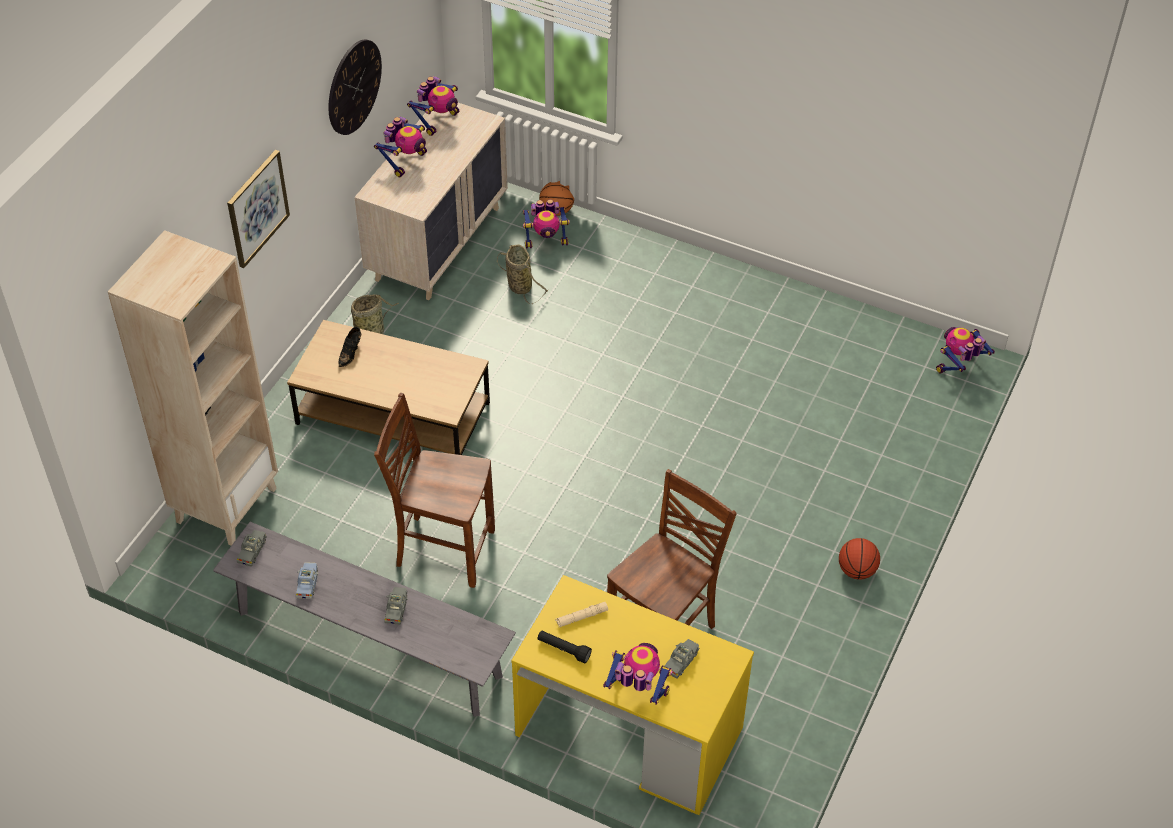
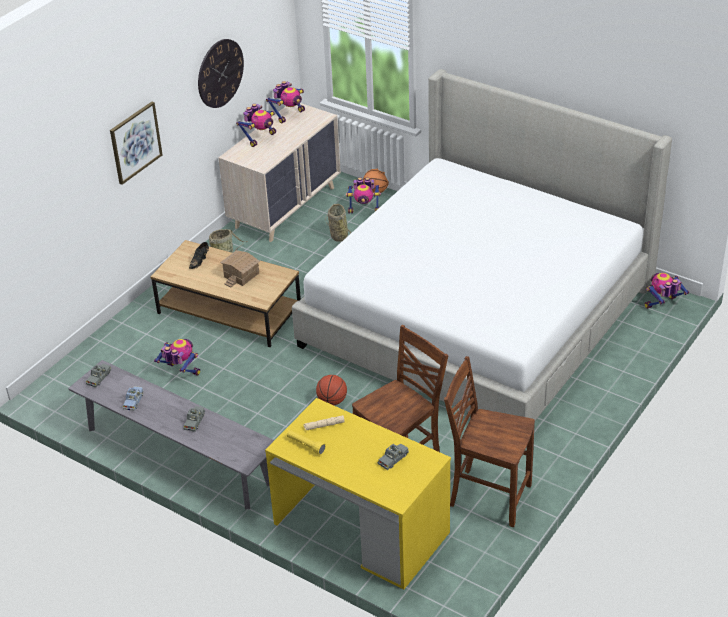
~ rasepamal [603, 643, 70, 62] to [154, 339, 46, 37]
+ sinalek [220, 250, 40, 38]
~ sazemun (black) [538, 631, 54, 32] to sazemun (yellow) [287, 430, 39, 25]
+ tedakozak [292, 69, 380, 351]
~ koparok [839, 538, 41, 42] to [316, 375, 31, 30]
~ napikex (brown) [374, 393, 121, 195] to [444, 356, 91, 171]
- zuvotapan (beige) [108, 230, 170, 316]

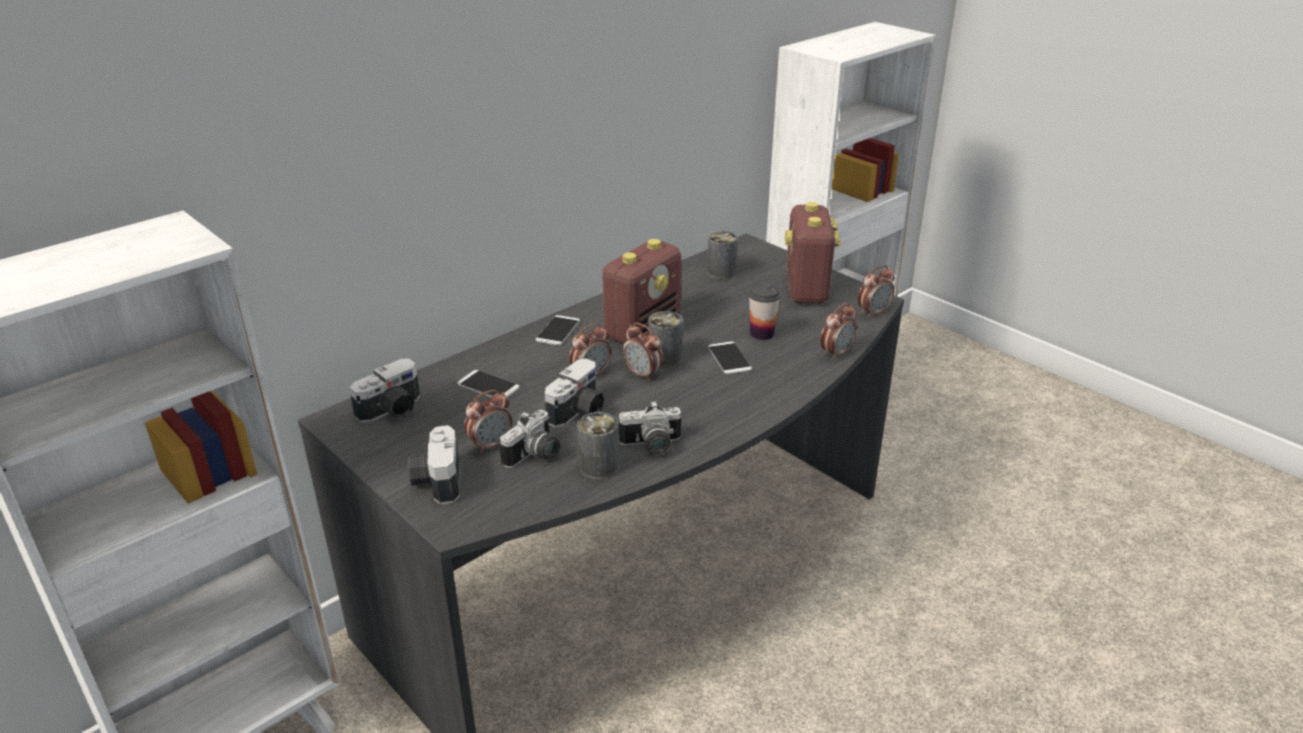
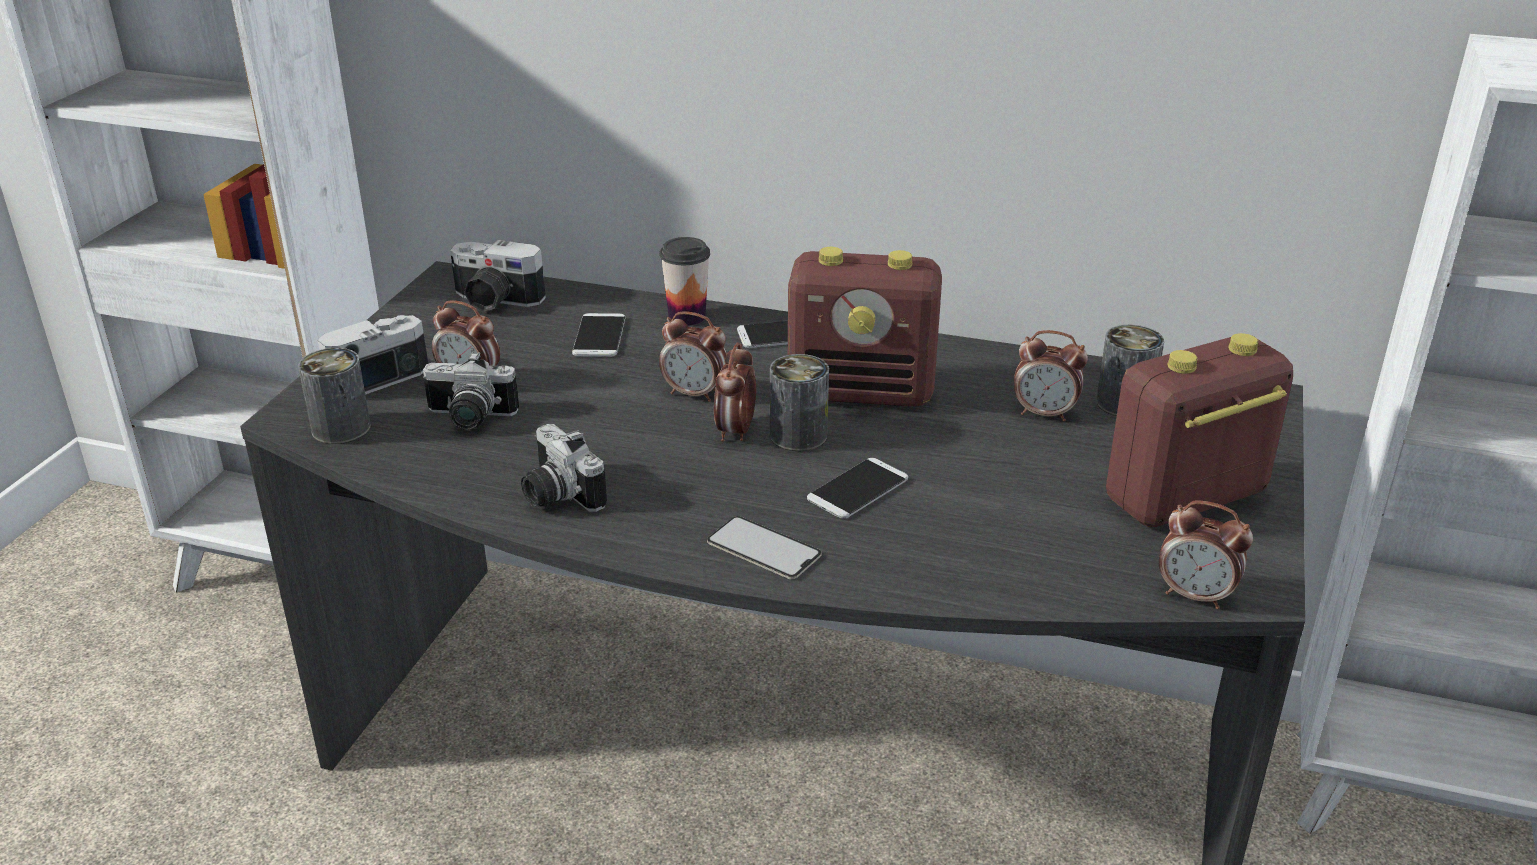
~ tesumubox [577, 412, 42, 67] to [298, 348, 73, 96]
~ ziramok [748, 283, 33, 57] to [660, 237, 50, 89]
+ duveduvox [707, 516, 114, 63]
~ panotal [820, 303, 36, 57] to [1014, 330, 74, 91]
- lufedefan [545, 358, 59, 70]

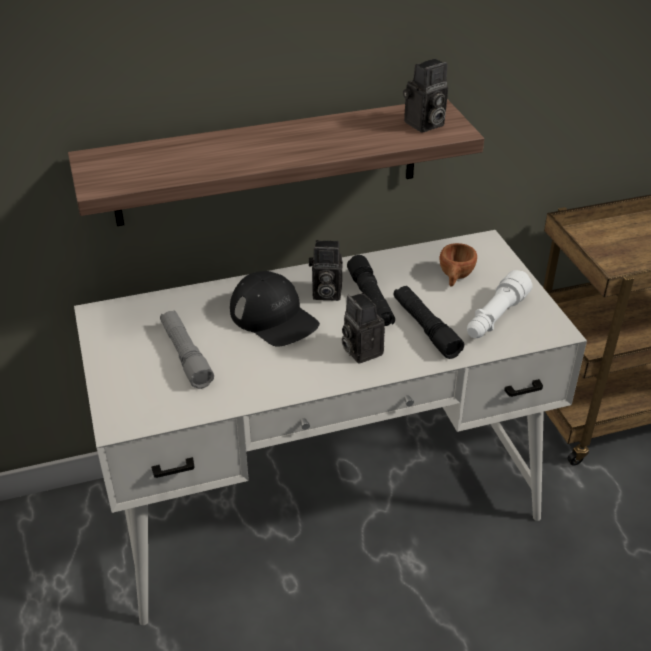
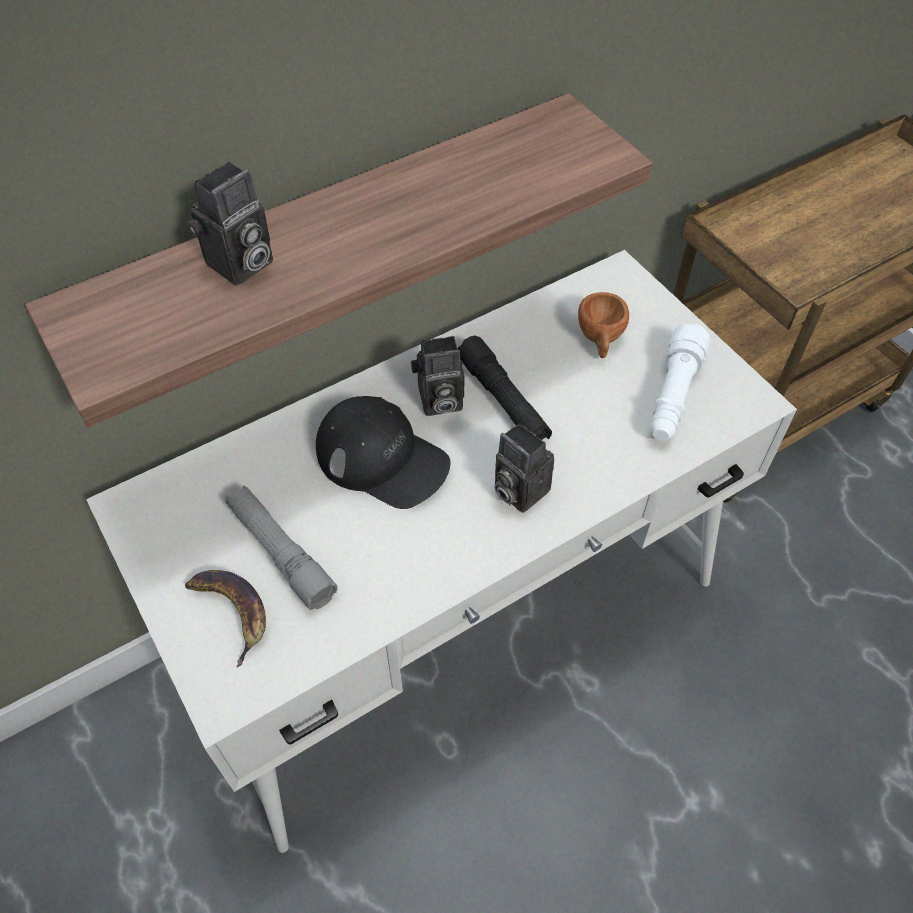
+ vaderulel [185, 570, 81, 98]
~ lufedefan [403, 59, 45, 74] to [187, 161, 86, 124]
- sazemun (black) [393, 286, 71, 73]

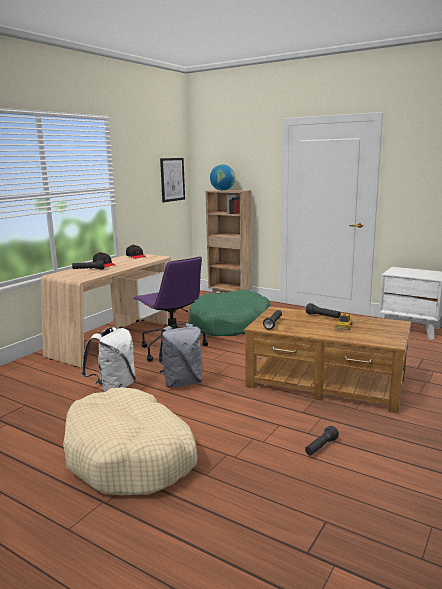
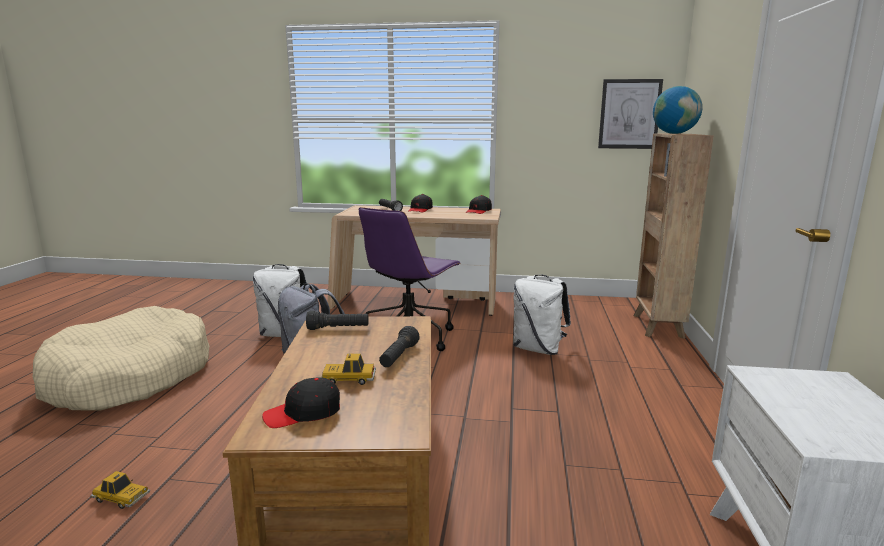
~ sazemun (black) [305, 426, 34, 29] to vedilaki [91, 471, 59, 38]
+ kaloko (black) [262, 377, 78, 51]
~ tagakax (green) [188, 290, 83, 46] to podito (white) [513, 274, 58, 81]

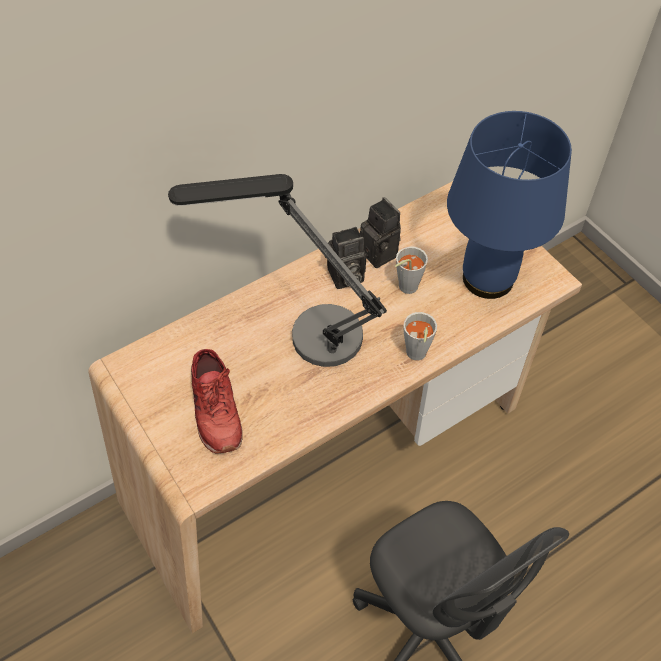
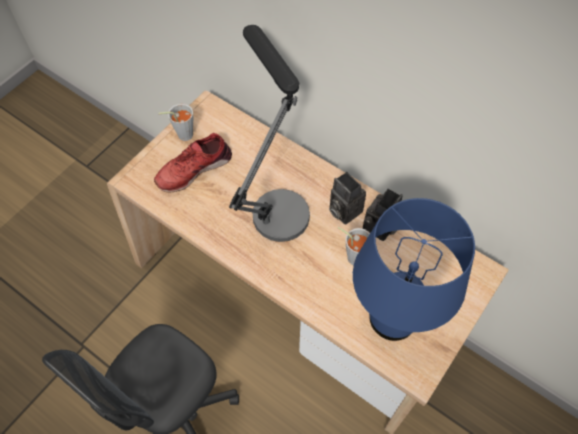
~ ziramok (grey) [403, 312, 34, 48] to [159, 104, 34, 37]

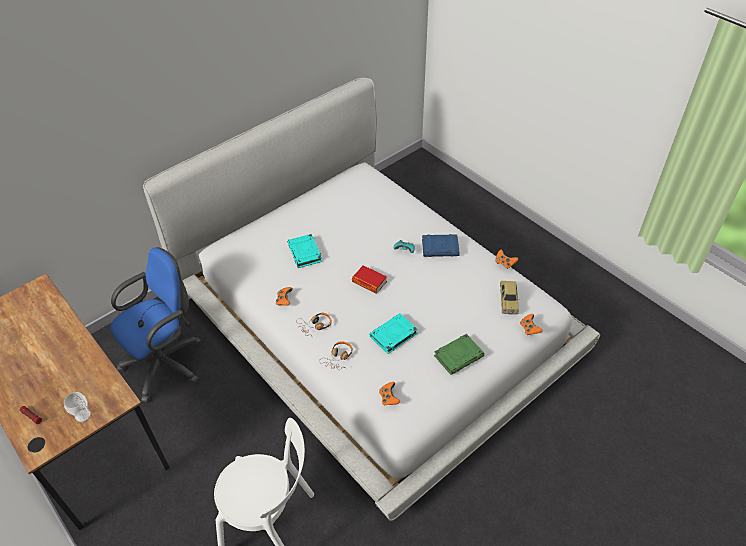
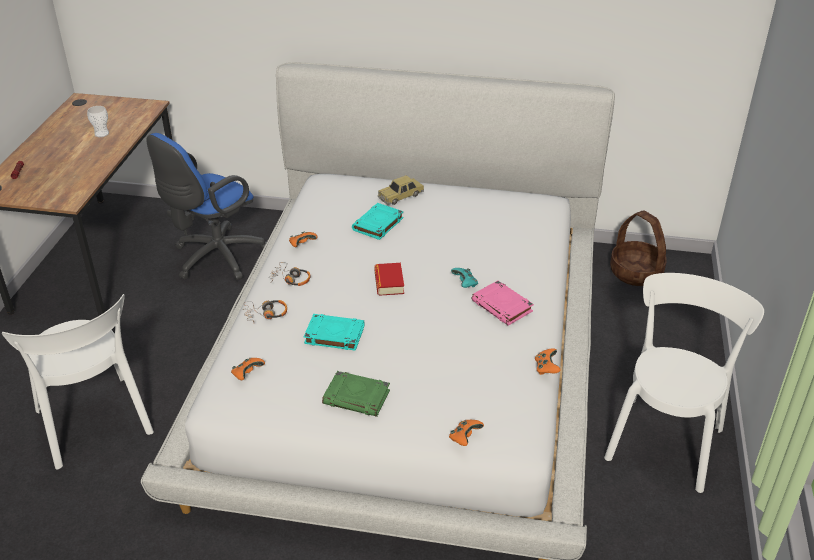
~ ziramok [64, 392, 27, 31] to [87, 106, 22, 31]
~ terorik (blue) [111, 247, 90, 156] = [146, 133, 121, 148] 120 degrees clockwise
~ vedilaki [500, 281, 20, 34] to [378, 175, 46, 30]
~ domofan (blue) [422, 234, 38, 23] to domofan (pink) [472, 281, 62, 45]
+ napikex (white) [604, 273, 160, 220]
+ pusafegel [610, 210, 57, 76]

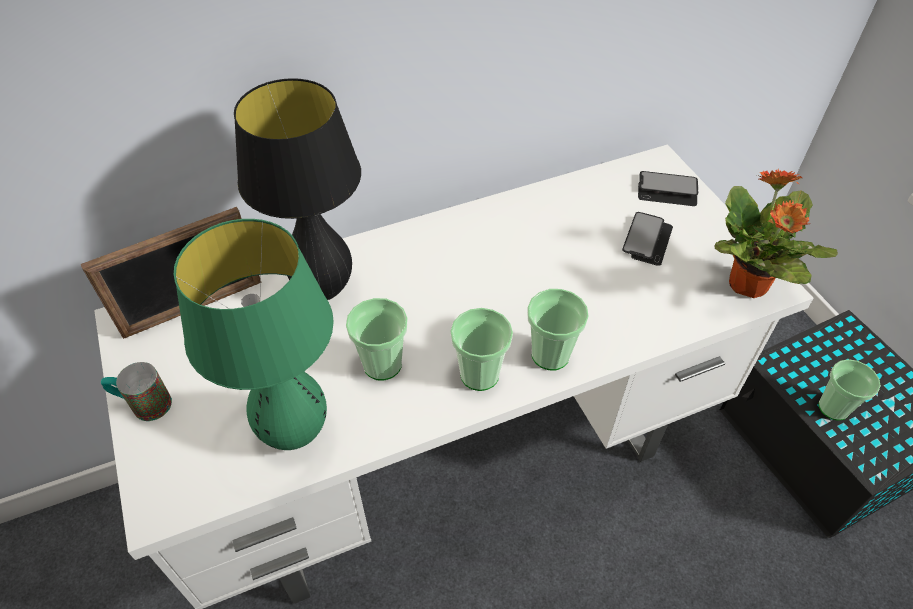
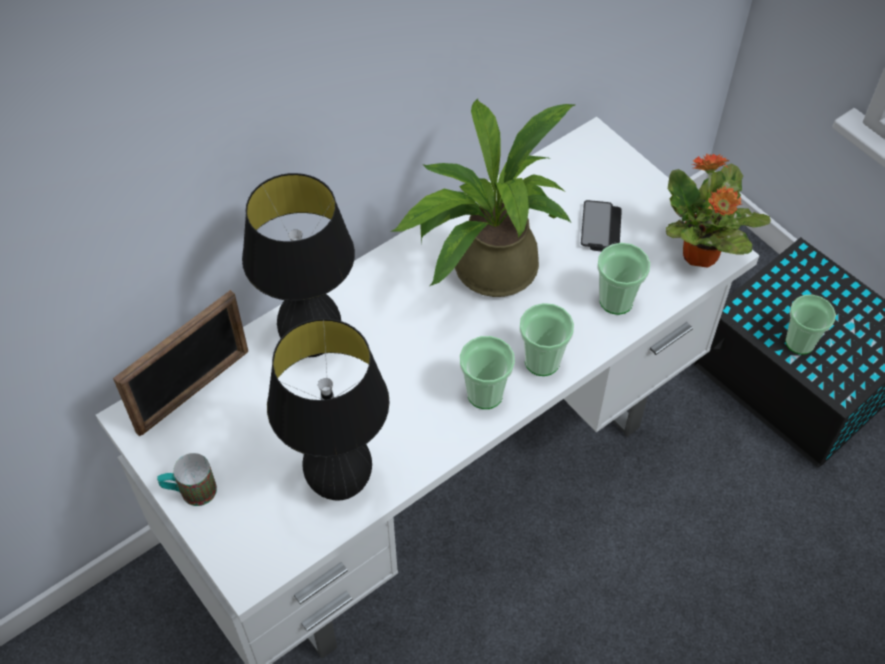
~ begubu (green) [174, 219, 160, 231] to begubu (black) [267, 318, 123, 183]
+ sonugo [392, 99, 183, 198]
~ ziramok [346, 298, 62, 82] to [597, 243, 53, 72]
- duveduvox [638, 171, 60, 35]

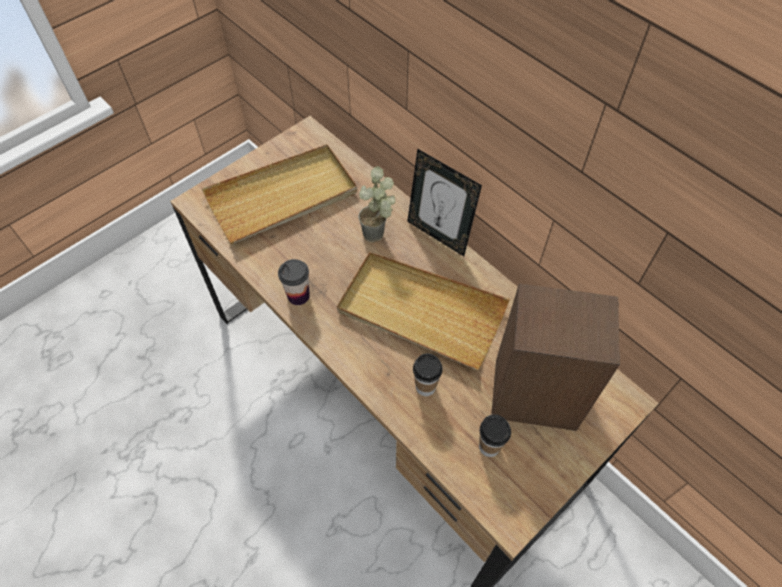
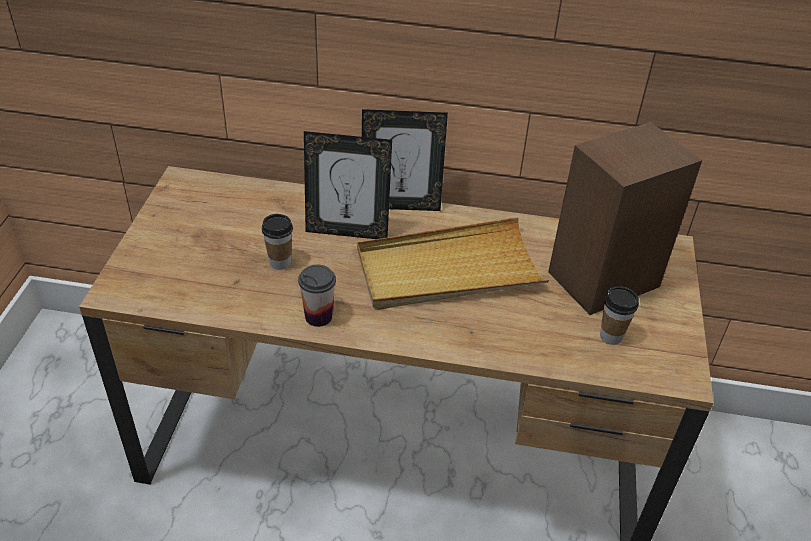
~ ziramok [413, 353, 30, 43] to [262, 214, 31, 56]
~ sonugo [358, 166, 38, 77] to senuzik [304, 131, 88, 108]
- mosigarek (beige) [202, 144, 155, 100]

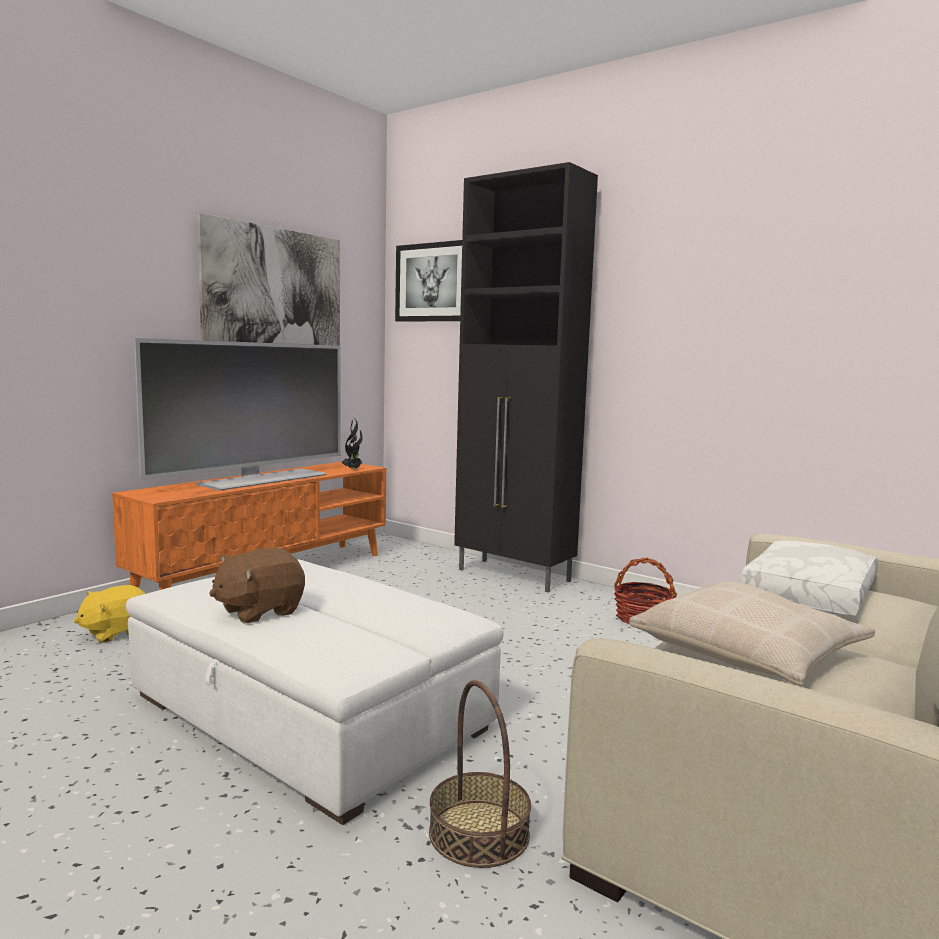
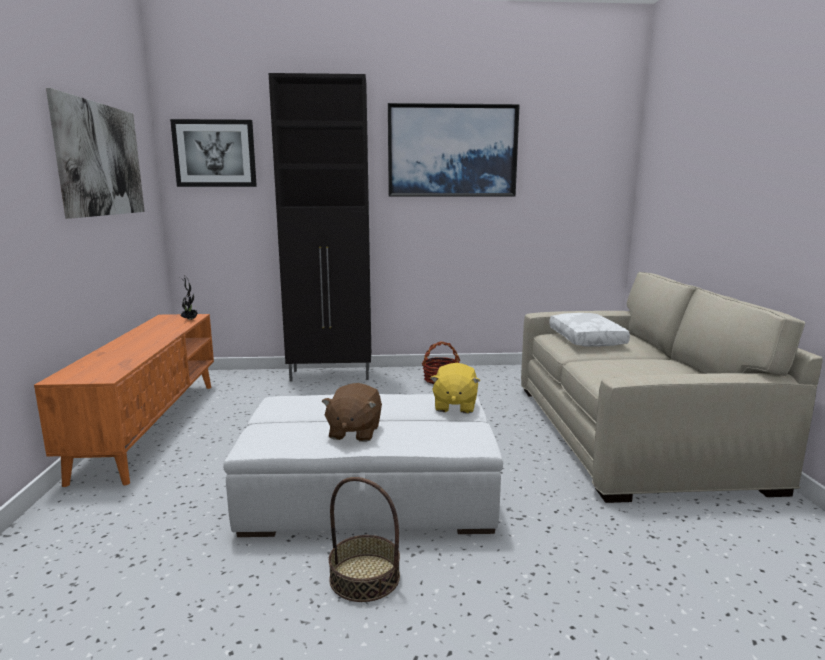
~ pusafegel [429, 680, 102, 188] to [329, 477, 71, 125]
+ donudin [388, 103, 132, 94]
~ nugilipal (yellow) [74, 585, 71, 58] to [430, 363, 50, 51]
- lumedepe [134, 338, 206, 153]
- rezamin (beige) [629, 581, 246, 105]

